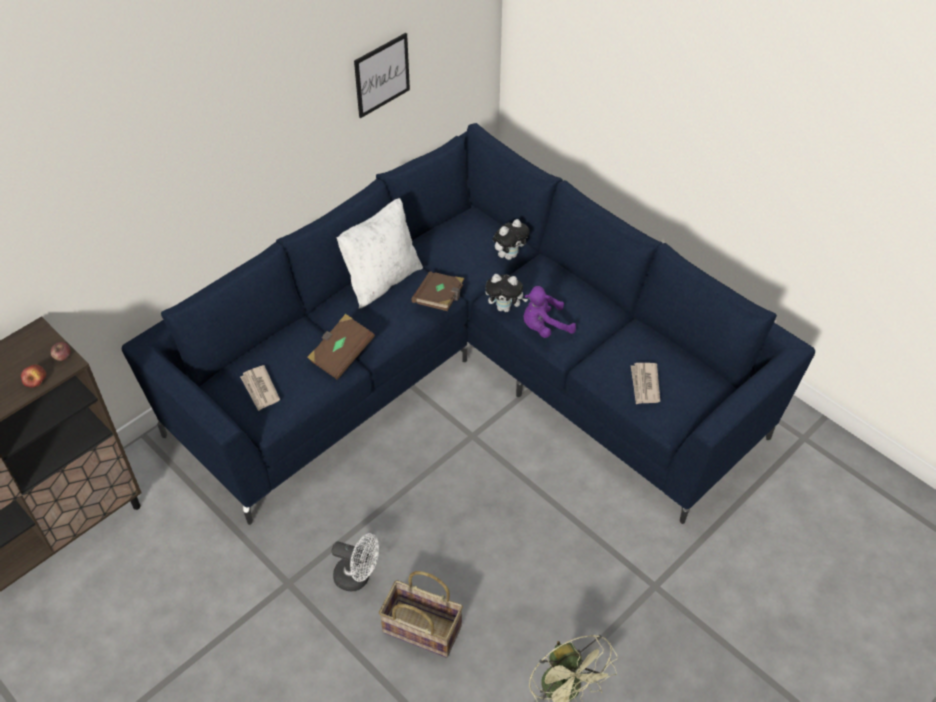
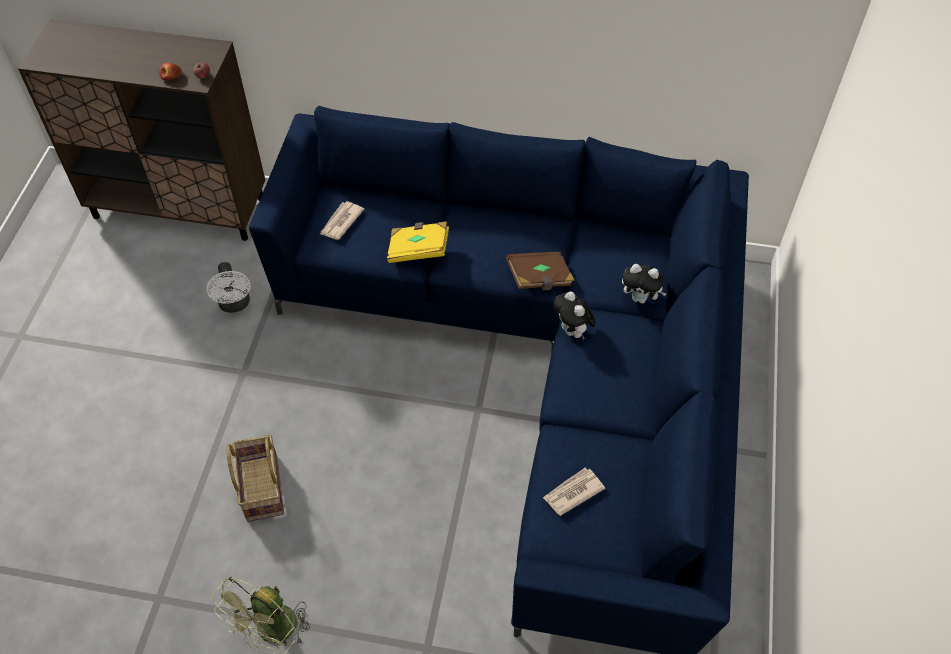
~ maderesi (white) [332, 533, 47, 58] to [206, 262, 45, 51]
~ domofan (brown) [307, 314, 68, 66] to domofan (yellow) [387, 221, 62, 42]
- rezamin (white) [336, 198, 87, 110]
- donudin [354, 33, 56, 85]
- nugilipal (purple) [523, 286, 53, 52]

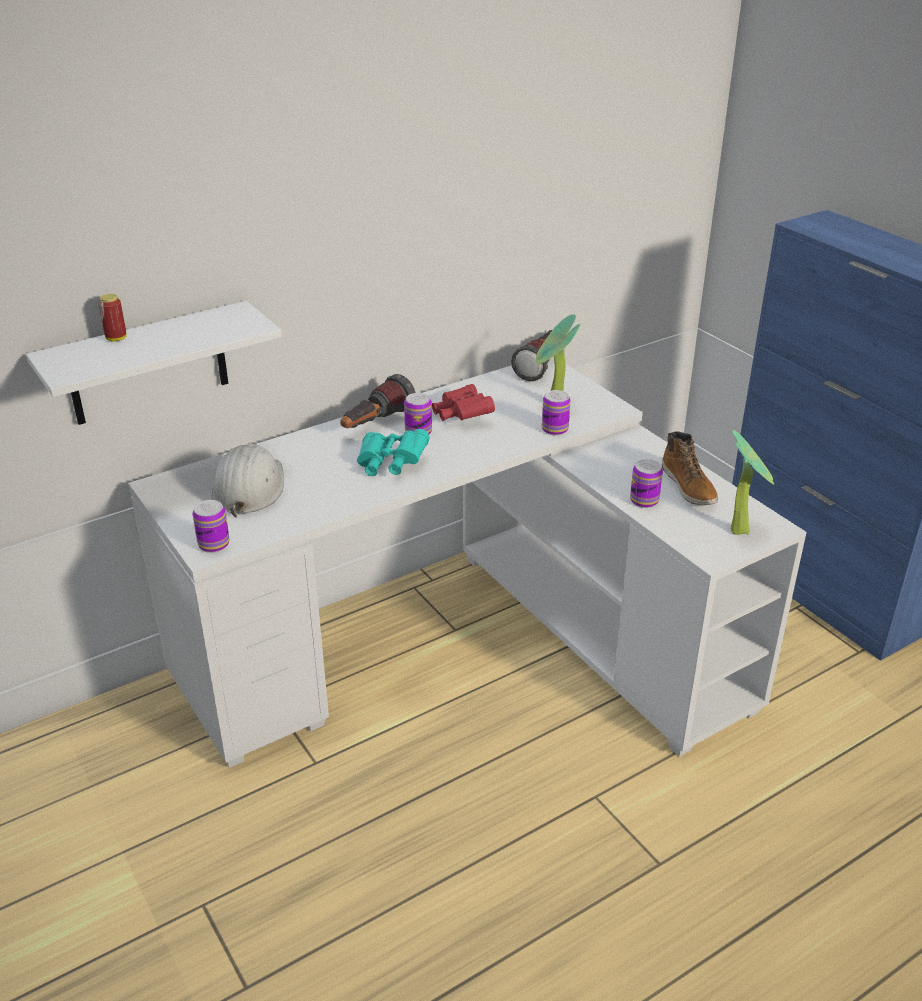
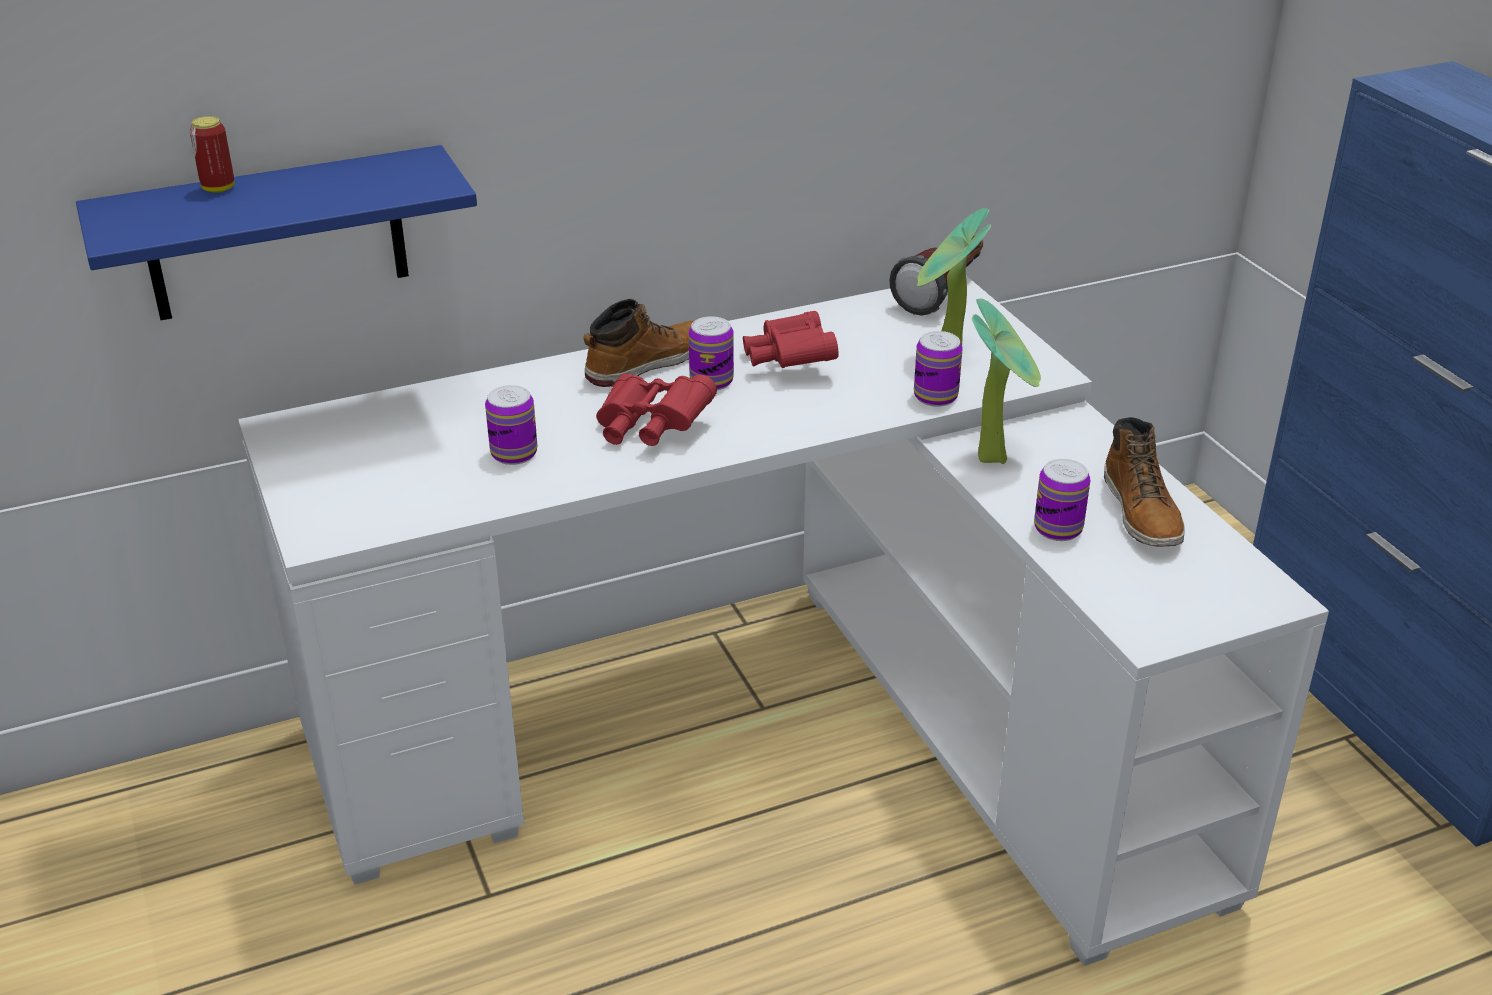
~ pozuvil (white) [26, 301, 256, 124] to pozuvil (blue) [76, 145, 401, 175]
~ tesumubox [192, 500, 37, 53] to [485, 385, 52, 80]
~ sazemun [340, 374, 76, 55] to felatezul [584, 299, 111, 88]
~ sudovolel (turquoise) [357, 429, 73, 47] to sudovolel (red) [596, 374, 121, 72]
~ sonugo [731, 430, 44, 105] to [972, 299, 69, 165]
- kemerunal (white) [212, 444, 72, 74]

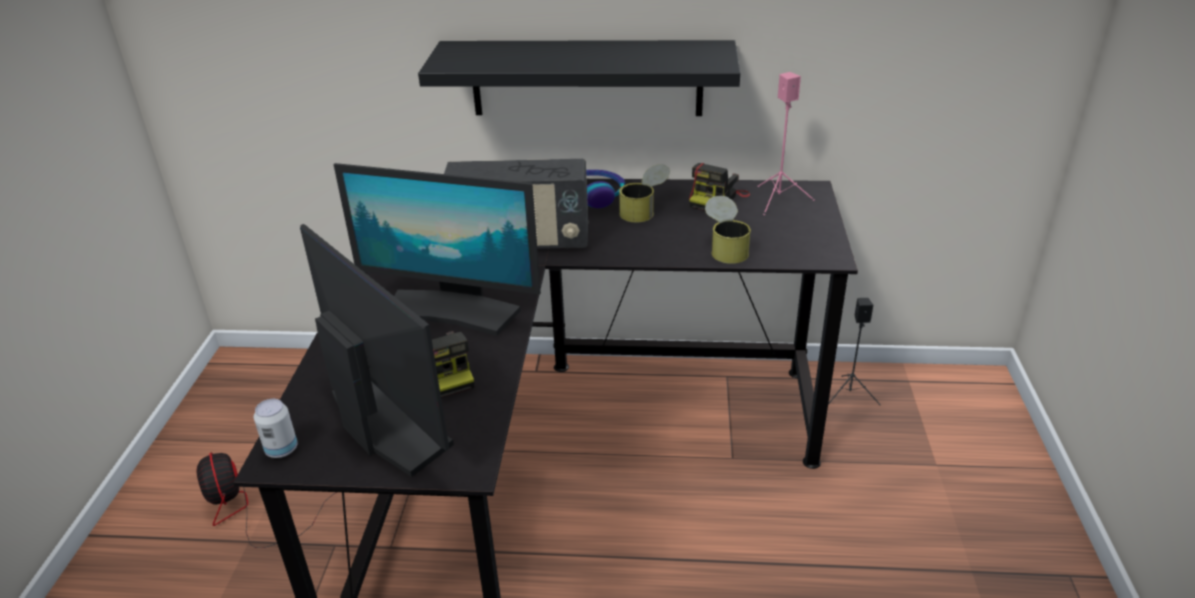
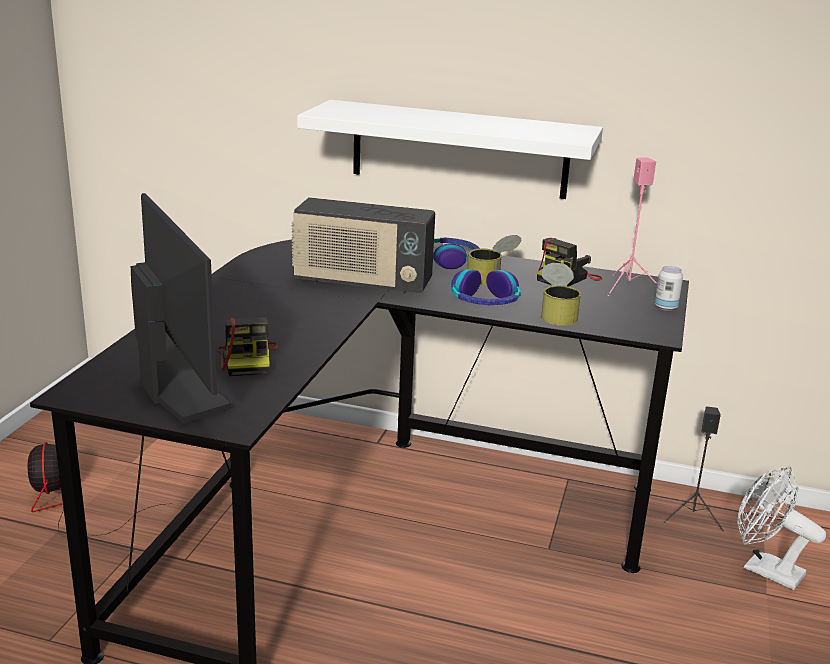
~ pozuvil (black) [418, 40, 322, 76] to pozuvil (white) [297, 100, 306, 99]
+ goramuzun [451, 269, 70, 36]
~ tesumubox [254, 399, 44, 59] to [654, 266, 29, 45]
+ maderesi (white) [737, 466, 89, 124]
- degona [333, 163, 208, 173]

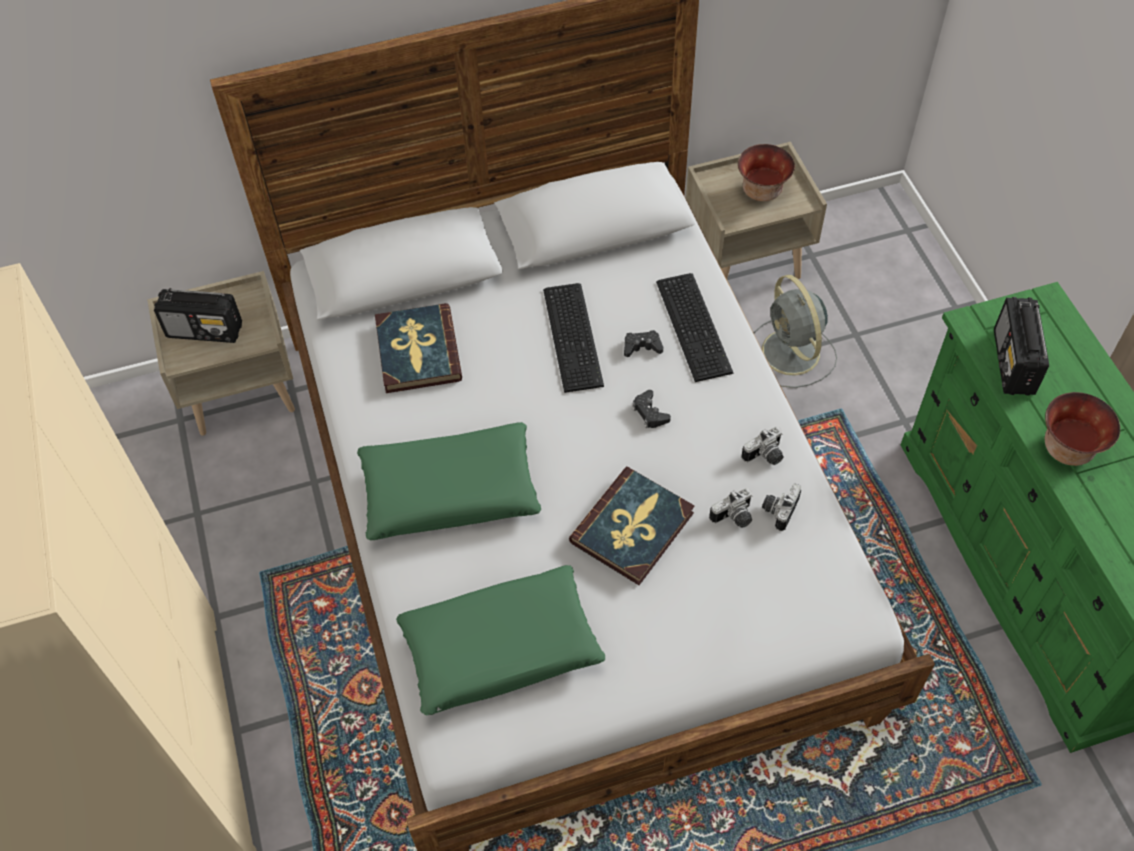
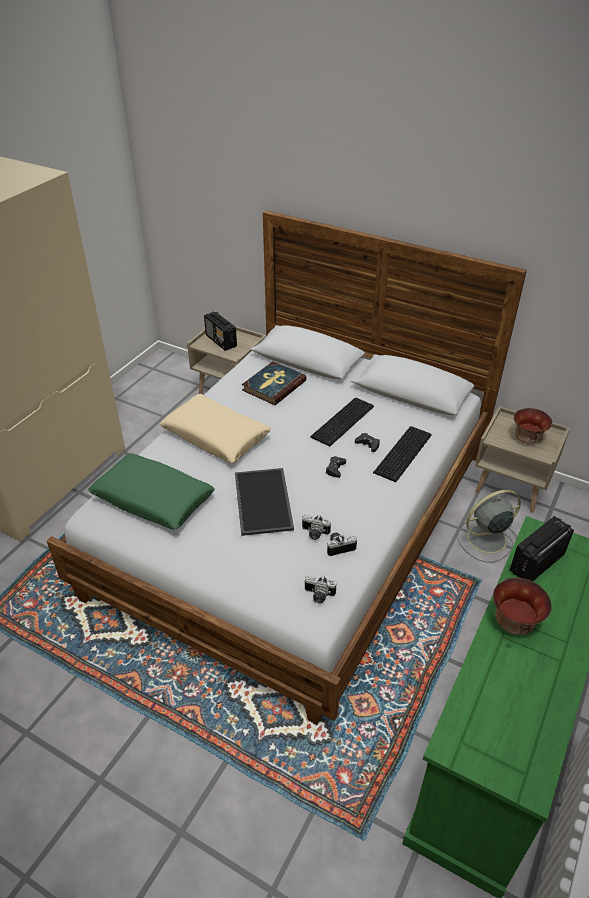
~ rezamin (green) [357, 422, 184, 118] to rezamin (beige) [160, 394, 111, 69]
~ domofan [569, 467, 126, 118] to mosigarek [235, 468, 59, 68]
~ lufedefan [741, 426, 42, 39] to [305, 575, 31, 29]
~ maderesi (grey) [753, 275, 84, 113] = [457, 490, 64, 73] 45 degrees clockwise

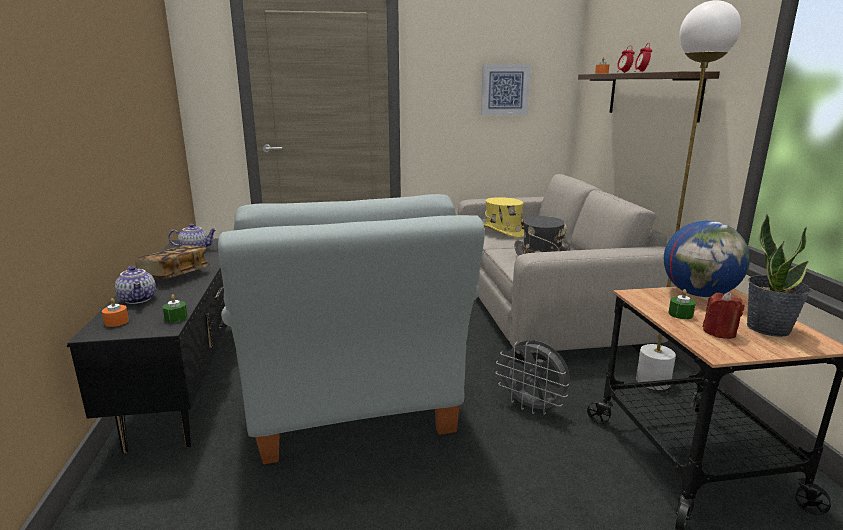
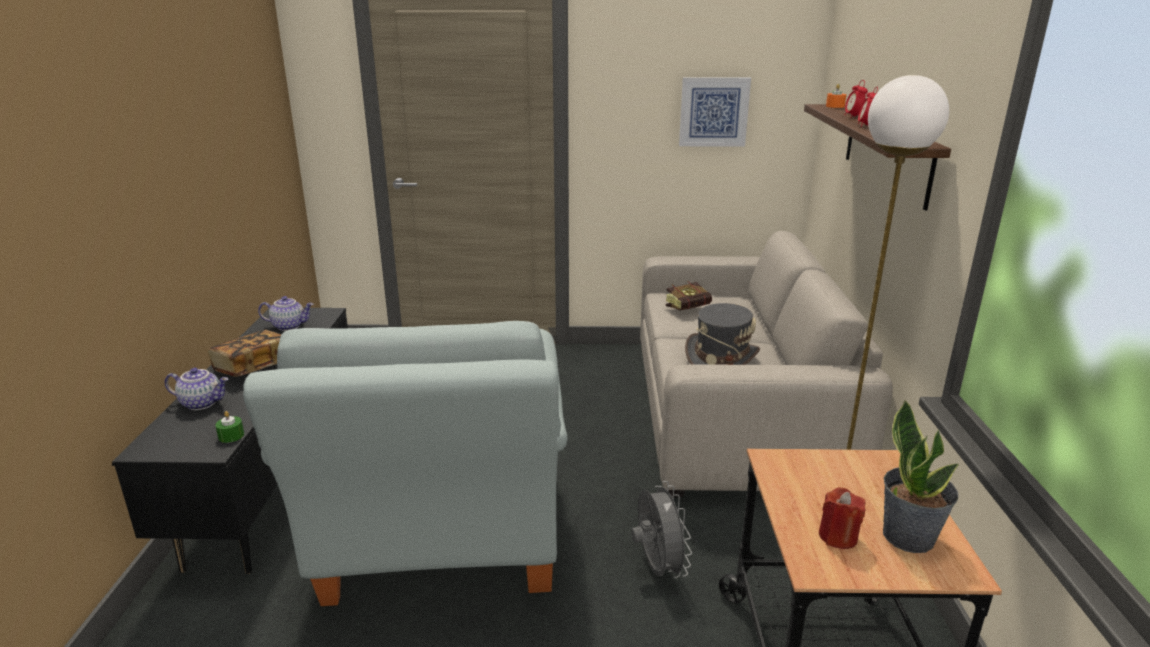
~ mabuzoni [115, 266, 41, 38] = [165, 368, 64, 42] 60 degrees counterclockwise
~ maderesi (grey) [496, 340, 74, 75] = [631, 481, 61, 97] 150 degrees counterclockwise
~ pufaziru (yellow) [482, 197, 43, 41] to domofan [666, 281, 46, 29]
- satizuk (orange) [102, 298, 27, 29]
- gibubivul [664, 221, 86, 76]
- satizuk (green) [668, 289, 28, 30]

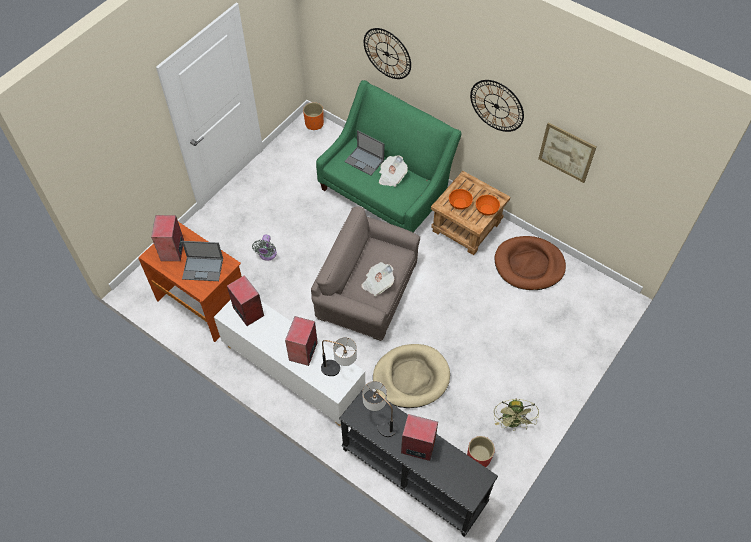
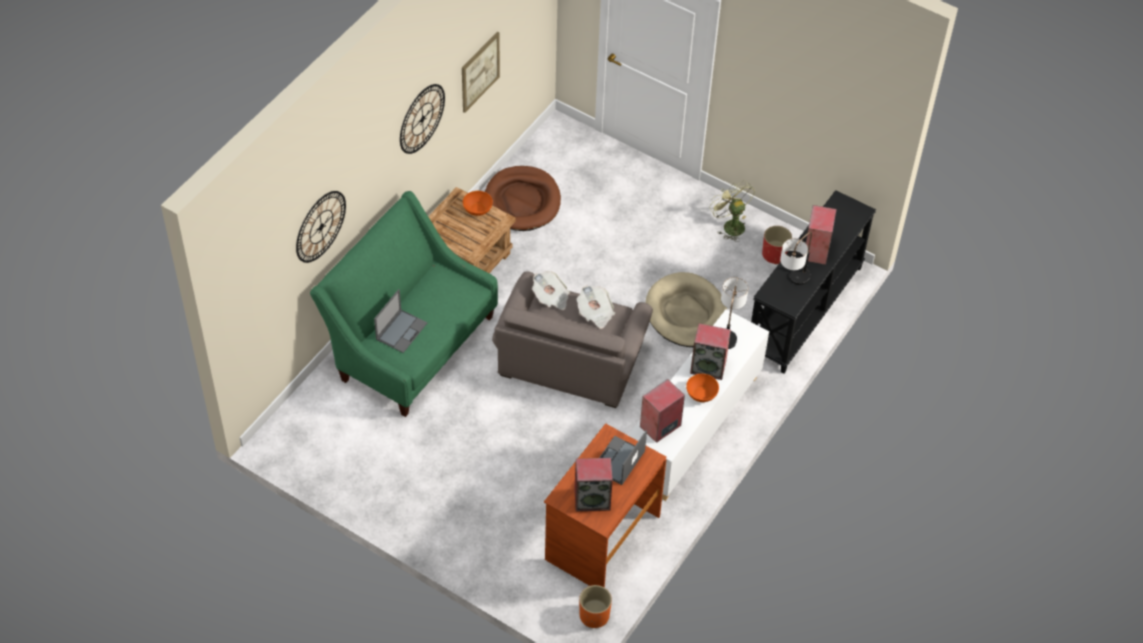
~ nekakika [379, 155, 29, 32] to [532, 271, 38, 39]
~ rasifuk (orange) [303, 102, 21, 28] to [579, 585, 33, 43]
~ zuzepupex [182, 241, 41, 40] = [599, 430, 48, 55] 150 degrees counterclockwise
~ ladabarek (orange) [449, 189, 24, 21] to [686, 374, 33, 28]
~ maderesi (green) [494, 398, 45, 33] = [709, 180, 46, 62] 120 degrees counterclockwise
- maderesi (grey) [252, 235, 25, 26]

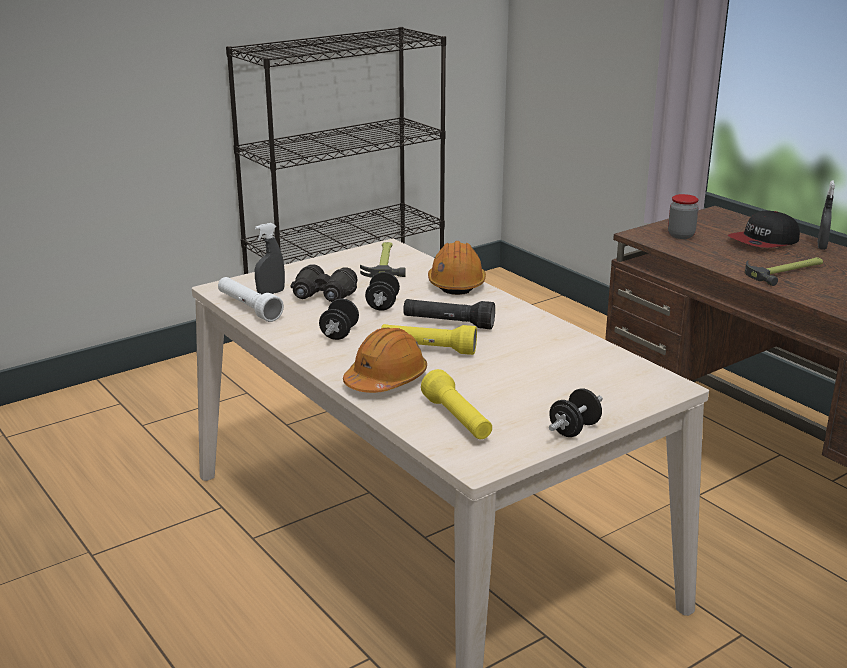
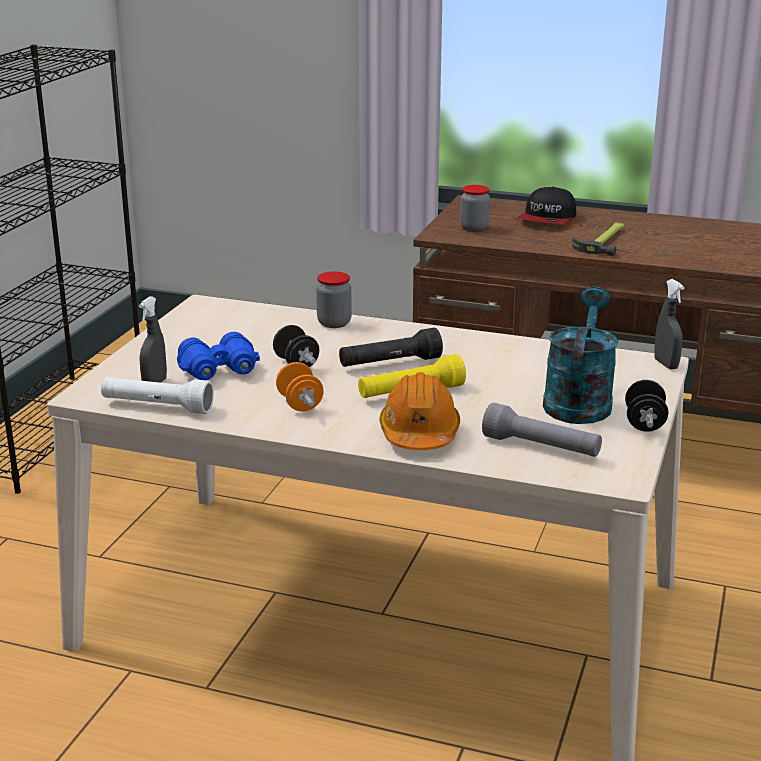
~ sudovolel (black) [291, 264, 67, 38] to sudovolel (blue) [177, 332, 83, 48]
~ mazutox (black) [319, 298, 40, 42] to mazutox (orange) [276, 362, 48, 50]
~ kemerunal (orange) [428, 241, 58, 54] to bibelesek [316, 271, 36, 57]
~ sazemun (yellow) [421, 369, 71, 70] to sazemun (grey) [482, 402, 120, 55]
+ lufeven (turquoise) [543, 286, 75, 138]
~ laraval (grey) [817, 181, 18, 69] to [654, 279, 30, 91]
- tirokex [360, 242, 46, 35]

